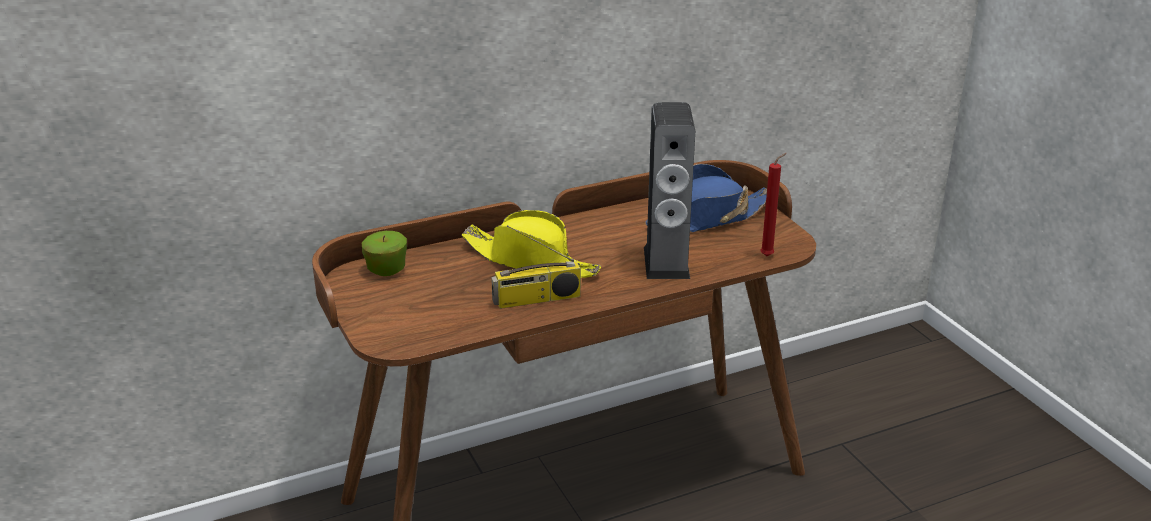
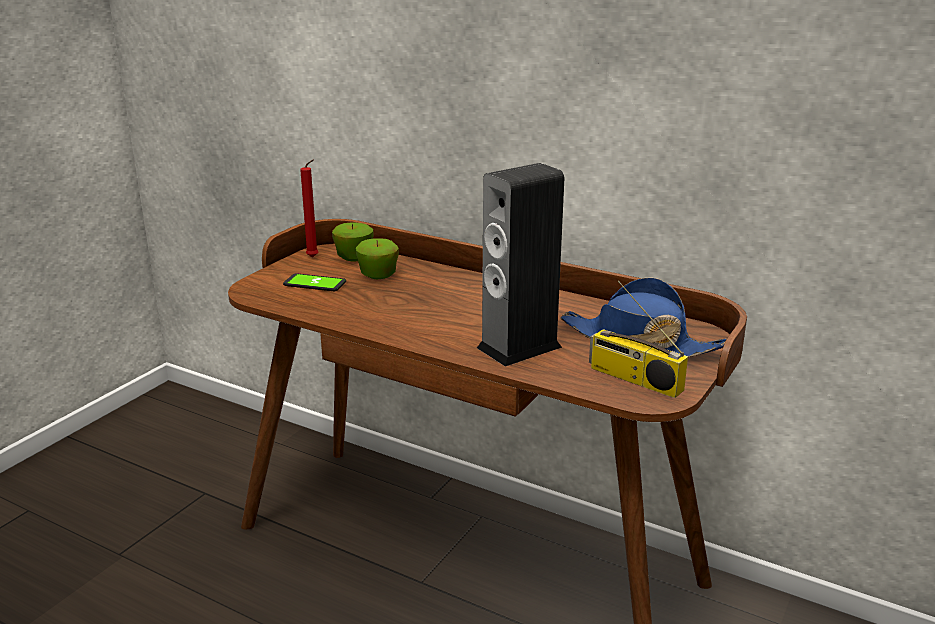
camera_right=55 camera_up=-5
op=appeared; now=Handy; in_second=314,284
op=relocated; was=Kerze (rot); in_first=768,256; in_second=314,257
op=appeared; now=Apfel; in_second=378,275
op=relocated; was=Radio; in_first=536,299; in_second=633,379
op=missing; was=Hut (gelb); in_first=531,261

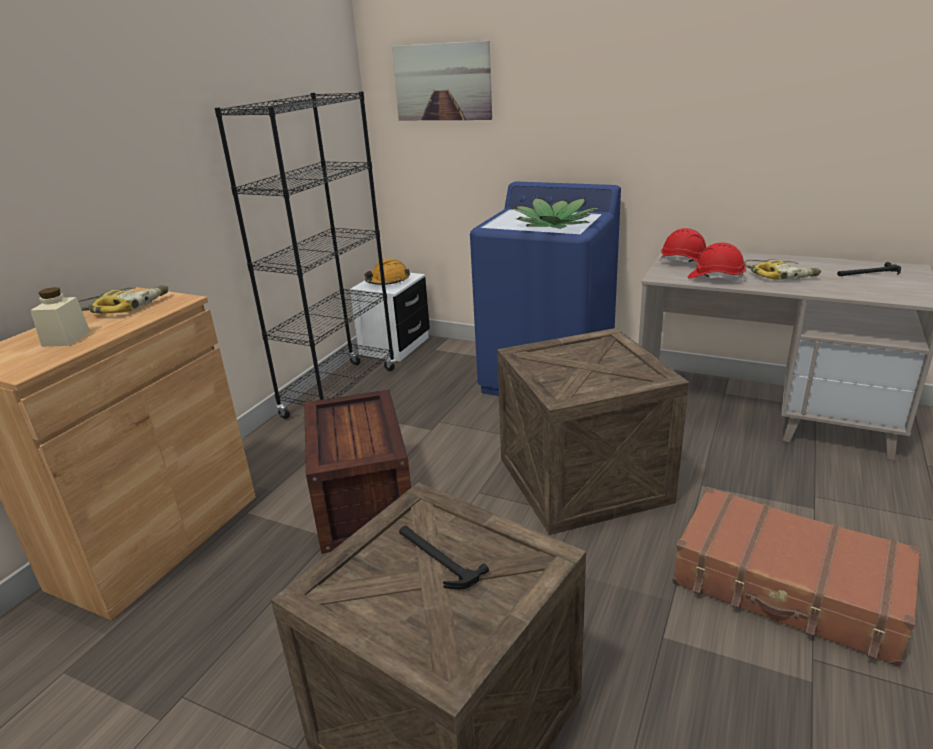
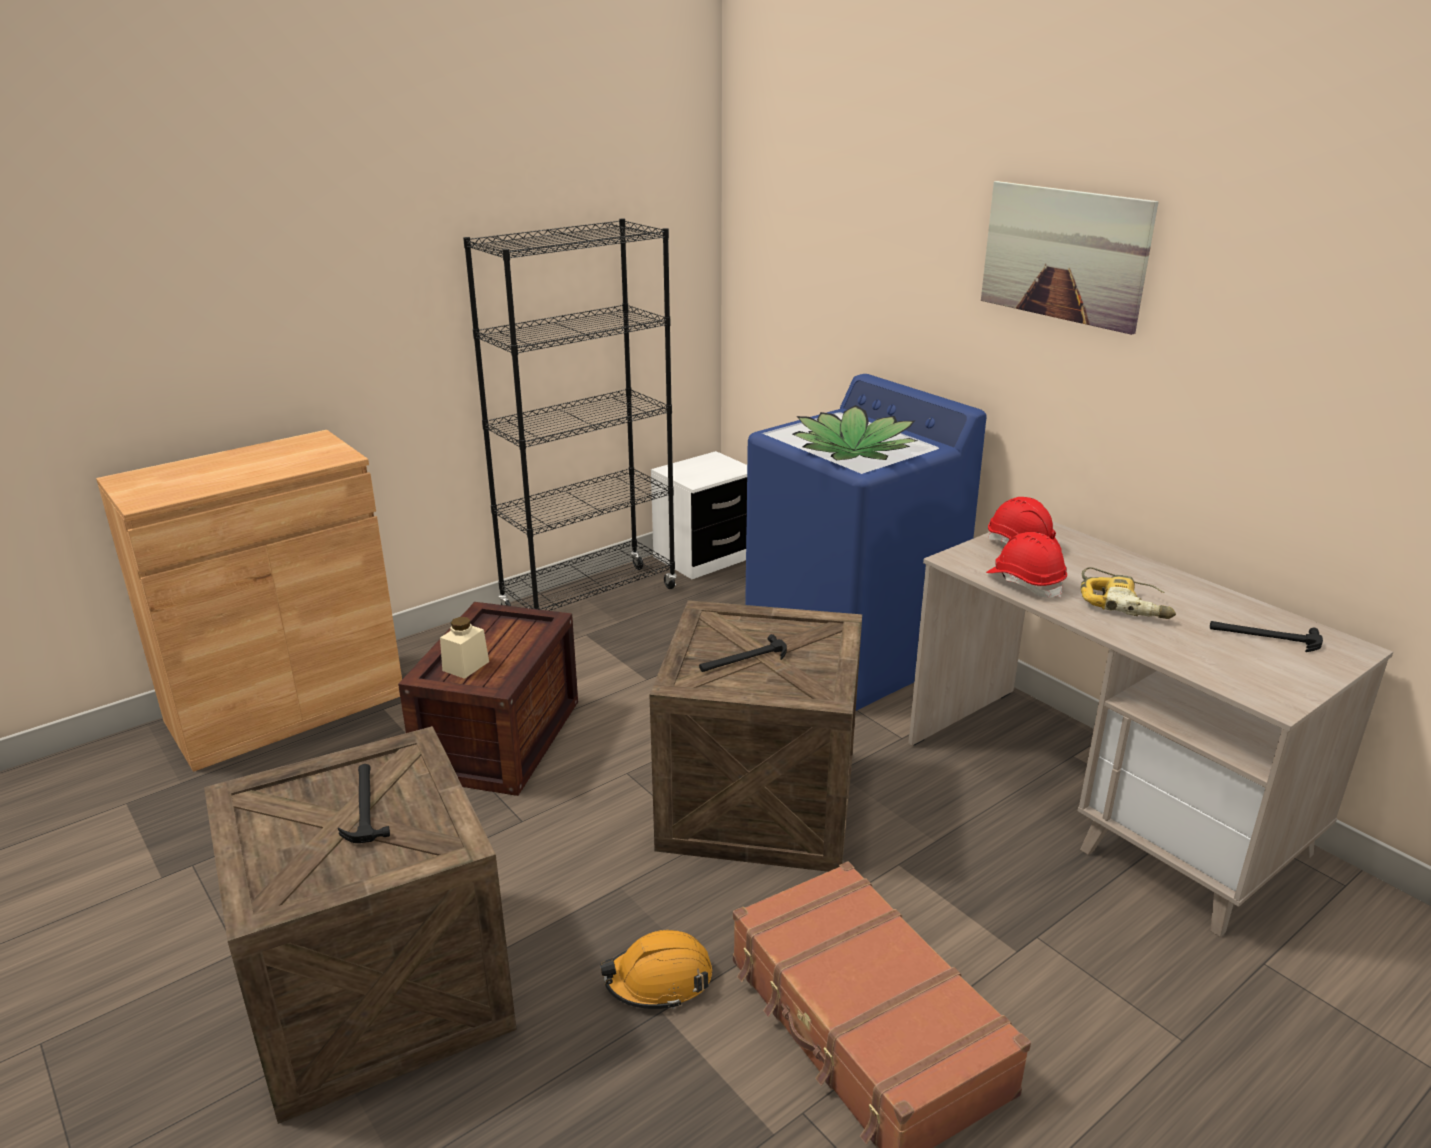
camera_right=25 camera_up=0
op=relocated; was=Vorratsglas (beige); in_first=66,338; in_second=466,666
op=relocated; was=Schutzhelm (orange); in_first=388,281; in_second=659,980
op=appeared; now=Hammer; in_second=743,659
op=relocated; was=Bild; in_first=442,82; in_second=1064,254
op=missing; was=Bohrmaschine; in_first=127,306

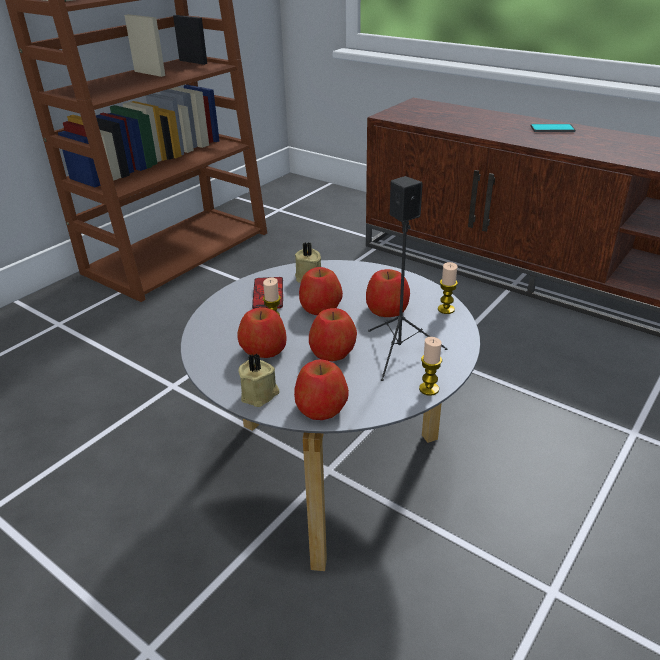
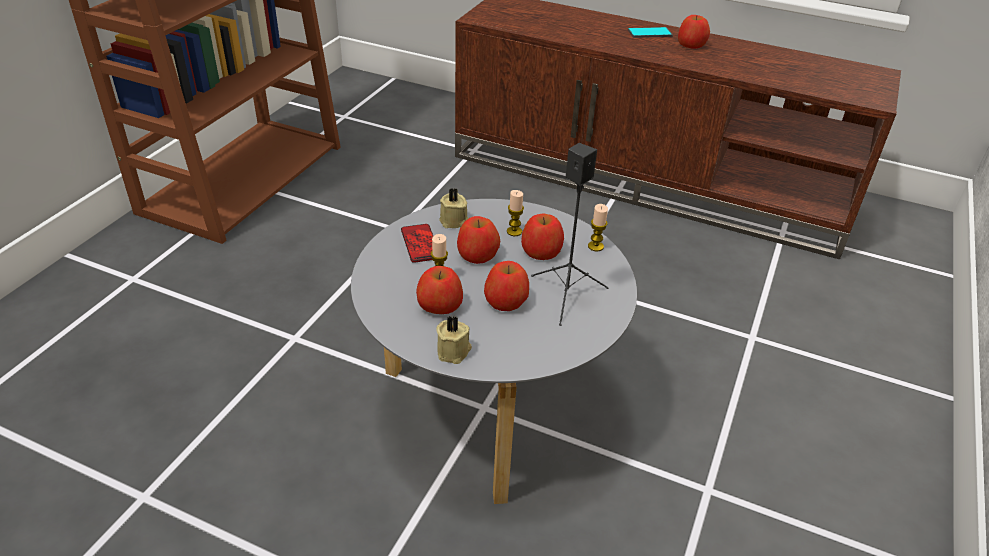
camera_right=-15 camera_up=5
op=relocated; was=Kerze; in_first=429,389; in_second=514,231
op=relocated; was=Apfel; in_first=321,407; in_second=691,44

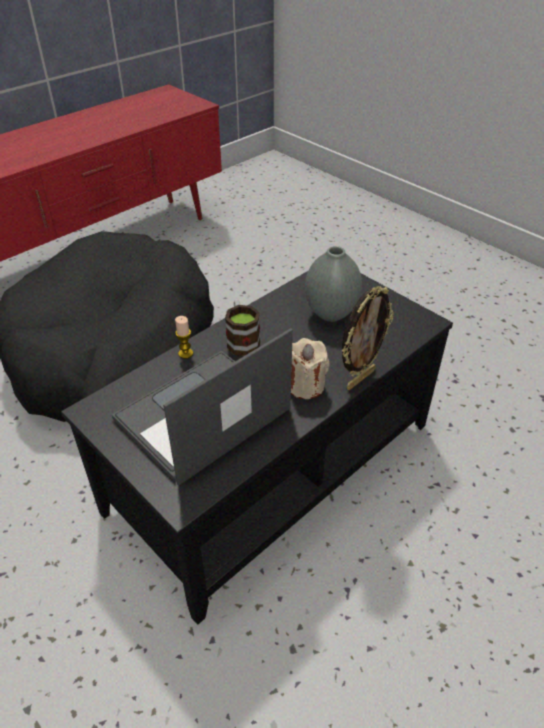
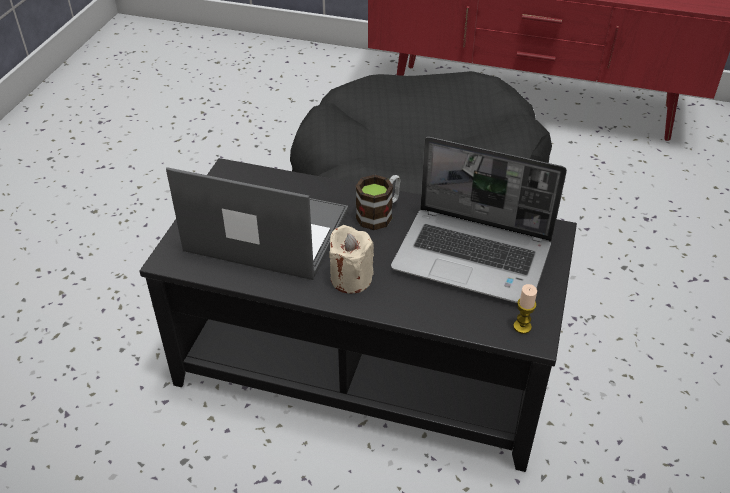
camera_right=60 camera_up=0
op=exchanged; was=Vase (grau); now=Laptop; in_first=330,314; in_second=474,257
op=relocated; was=Kerze; in_first=185,353; in_second=522,326
op=missing; was=Bilderrahmen; in_first=359,378

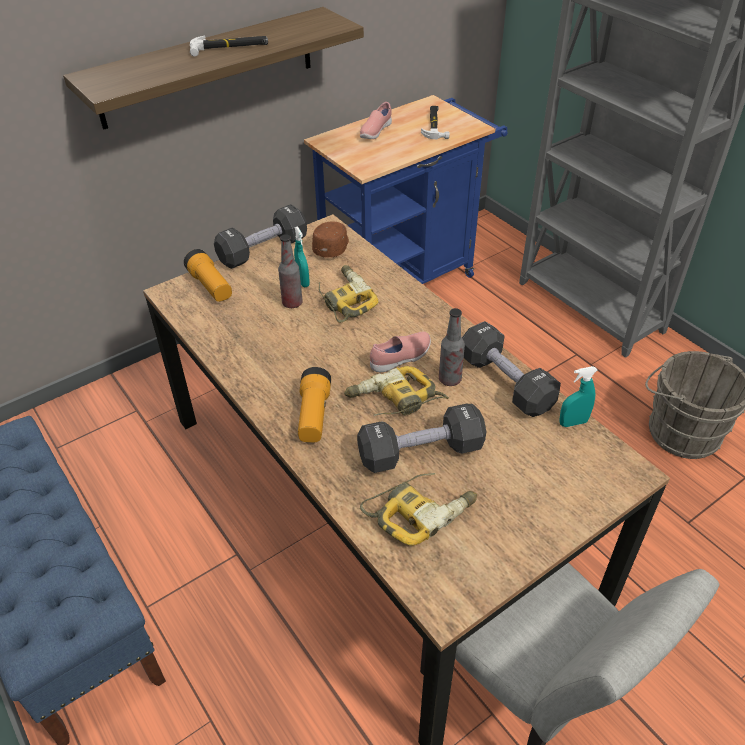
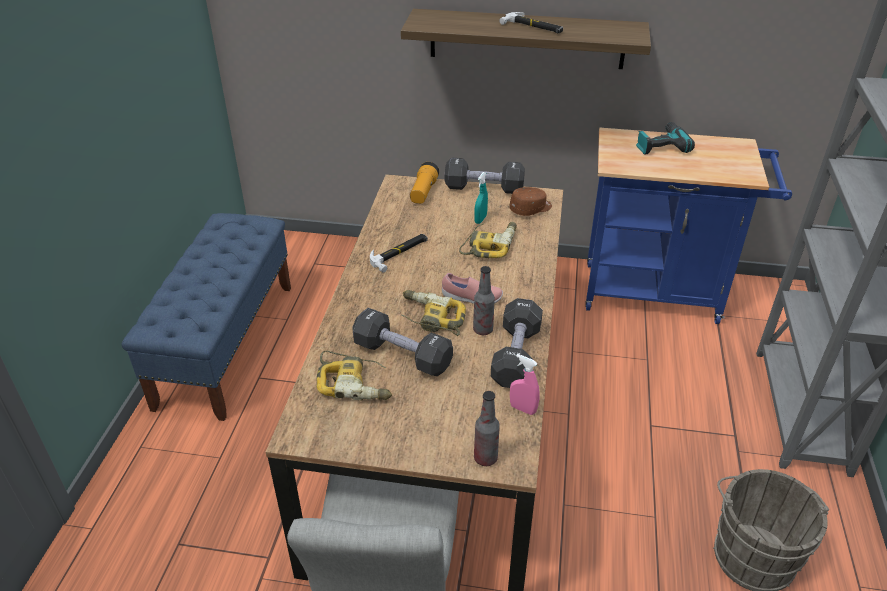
camera_right=45 camera_up=-5
op=relocated; was=Hammer; in_first=435,125; in_second=399,253
op=relocated; was=Flasche; in_first=292,303; in_second=485,458
op=colour; was=Sprühflasche (türkis); now=Sprühflasche (rosa); in_first=573,422; in_second=523,409
op=exchanged; was=Schuh (rosa); now=Bohrmaschine; in_first=375,132; in_second=660,145
op=missing; was=Taschenlampe; in_first=314,415

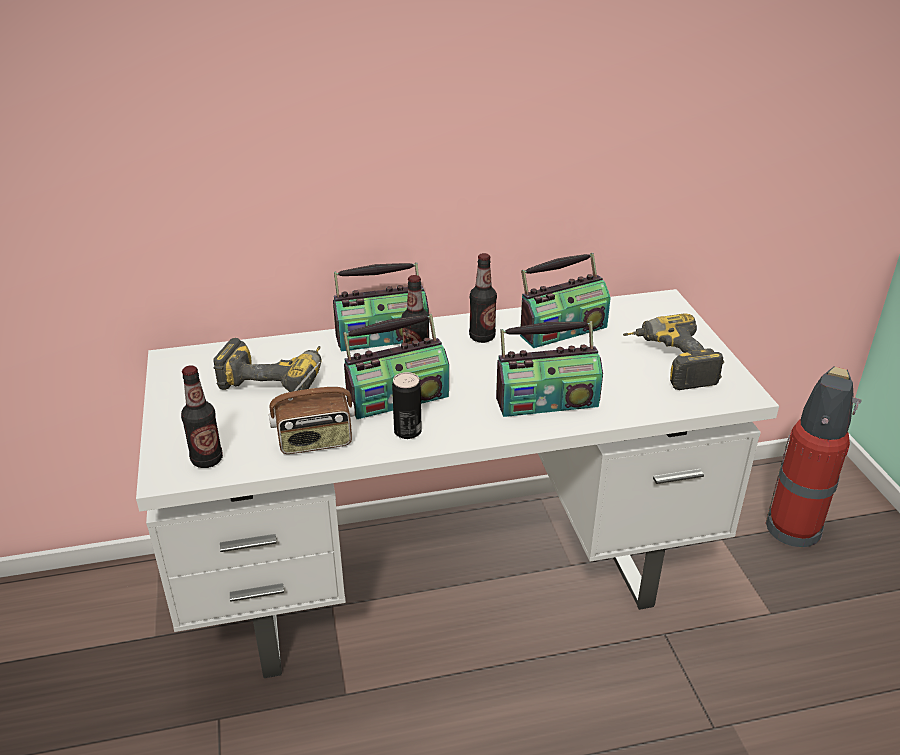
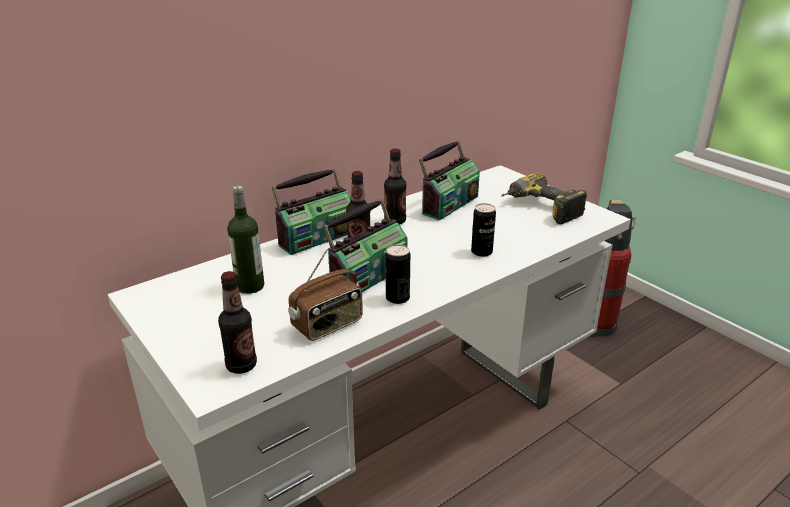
camera_right=-25 camera_up=-5
op=exchanged; was=Bohrmaschine; now=Flasche; in_first=276,377; in_second=250,286
op=exchanged; was=Radio; now=Dose; in_first=546,401; in_second=481,252

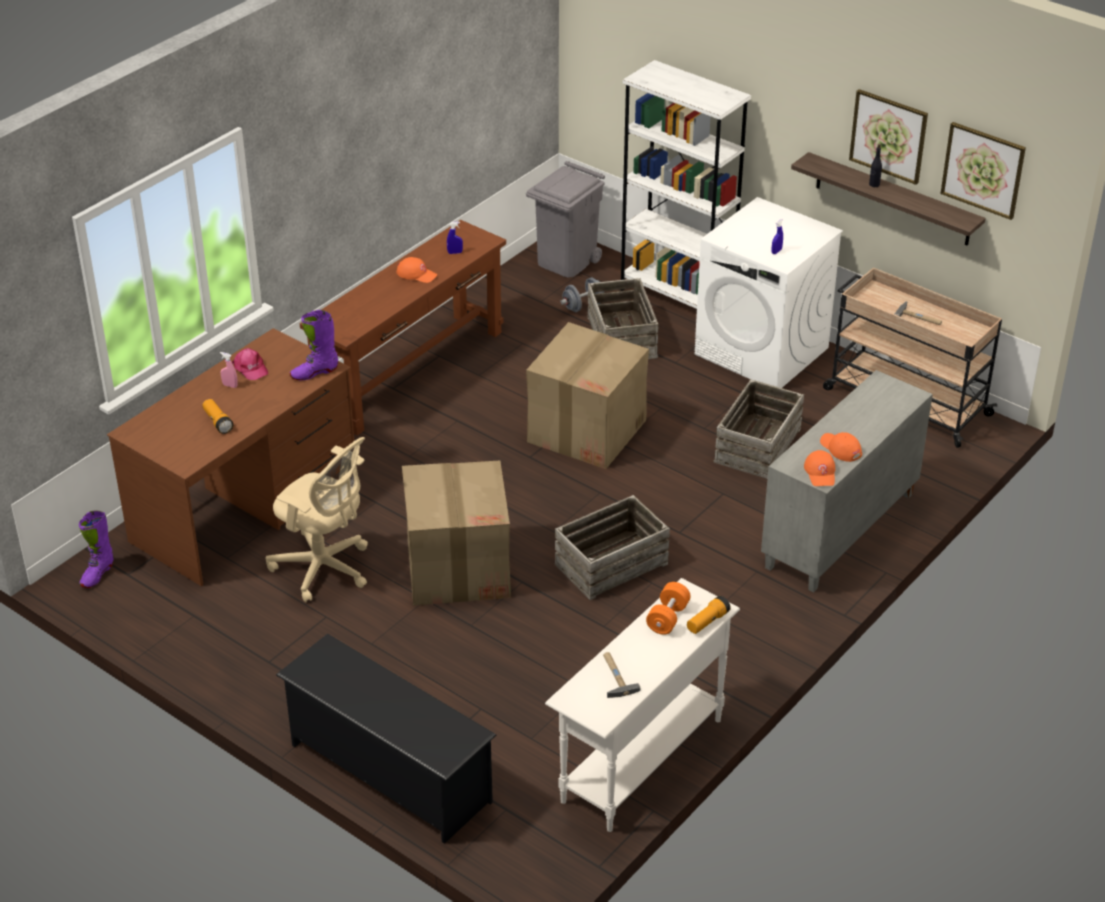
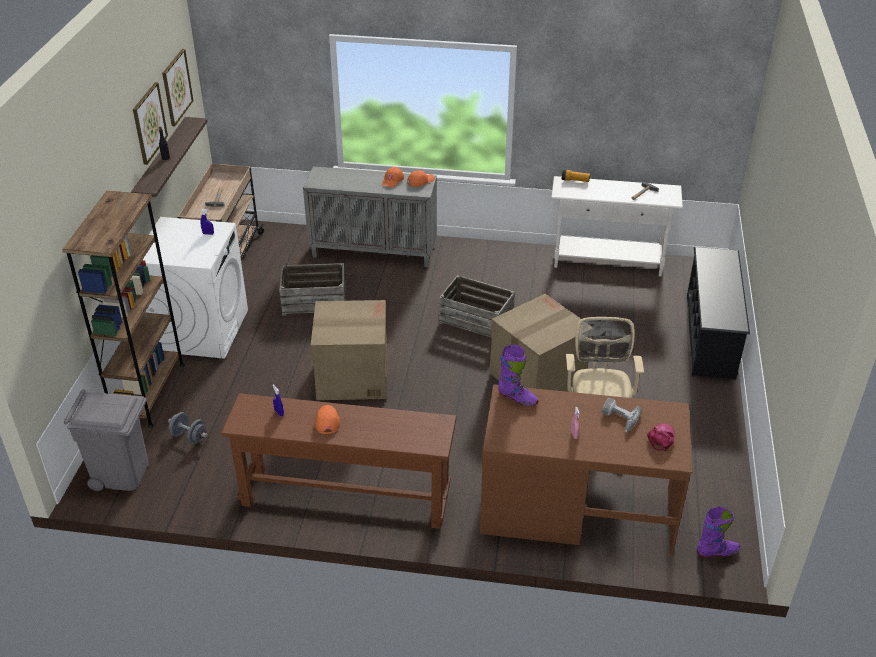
camera_right=-120 camera_up=0
op=colour; was=Bücherregal (weiß); now=Bücherregal (braun); in_first=676,297; in_second=149,392
op=exchanged; was=Taschenlampe; now=Bohrmaschine; in_first=217,422; in_second=618,419
op=relocated; was=Kappe (rosa); in_first=250,368; in_second=661,438
op=missing; was=Kiste; in_first=621,337
op=missing; was=Hantel (orange); in_first=667,618

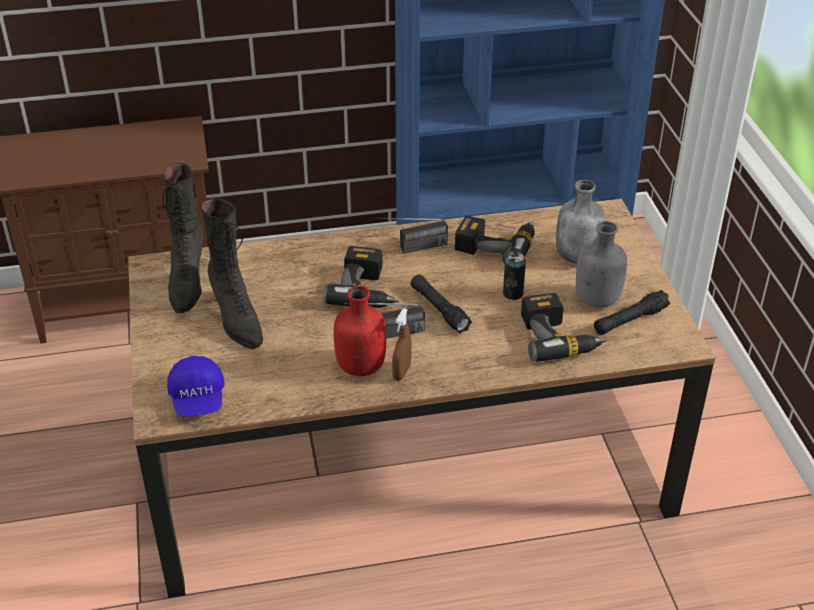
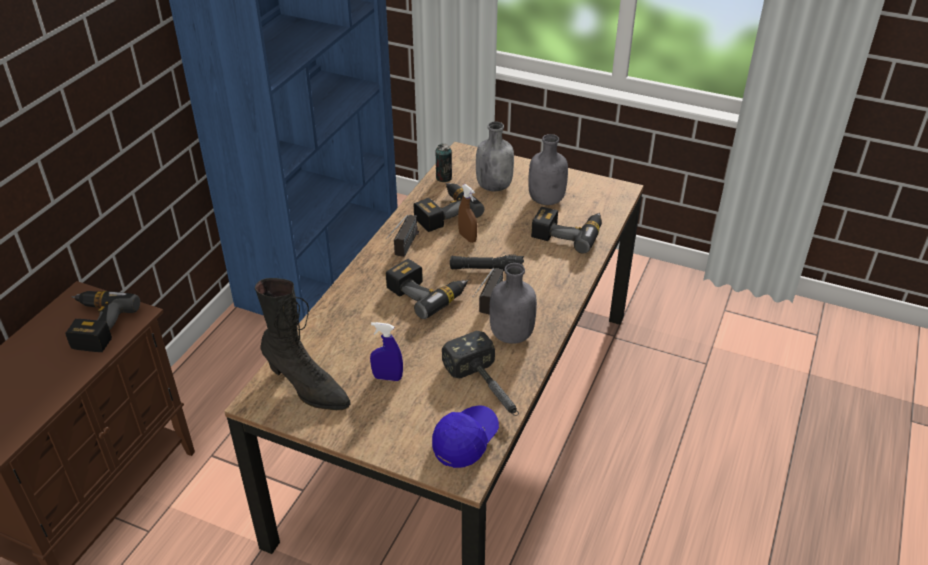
camera_right=-55 camera_up=0
op=appeared; now=Bohrmaschine; in_second=95,325
op=exchanged; was=Stiefel (schwarz); now=Sprühflasche (blau); in_first=236,319; in_second=387,377
op=spun; was=Kappe (blau); in_first=198,399; in_second=465,441; clockwise=-75
op=relocated; was=Dose; in_first=513,293; in_second=444,178
op=appeared; now=Hammer; in_second=488,389
op=relocated; was=Sprühflasche (braun); in_first=402,372; in_second=467,237
op=colour; was=Flasche (rot); now=Flasche (grau); in_first=360,366; in_second=510,335
op=missing; was=Taschenlampe (schwarz); in_first=630,320

